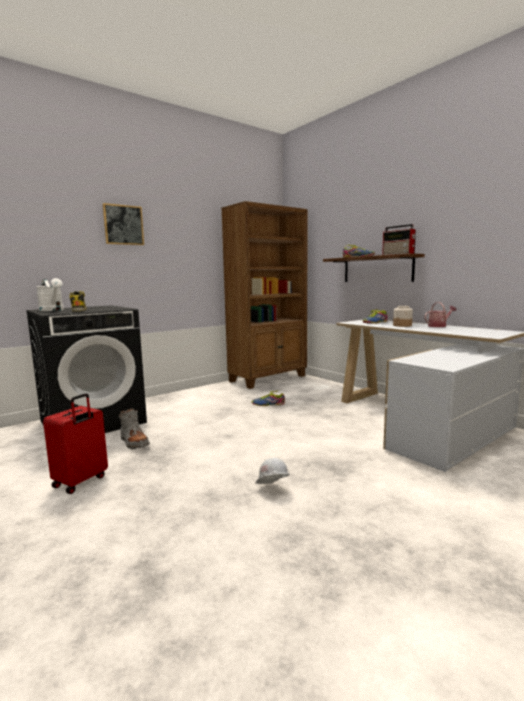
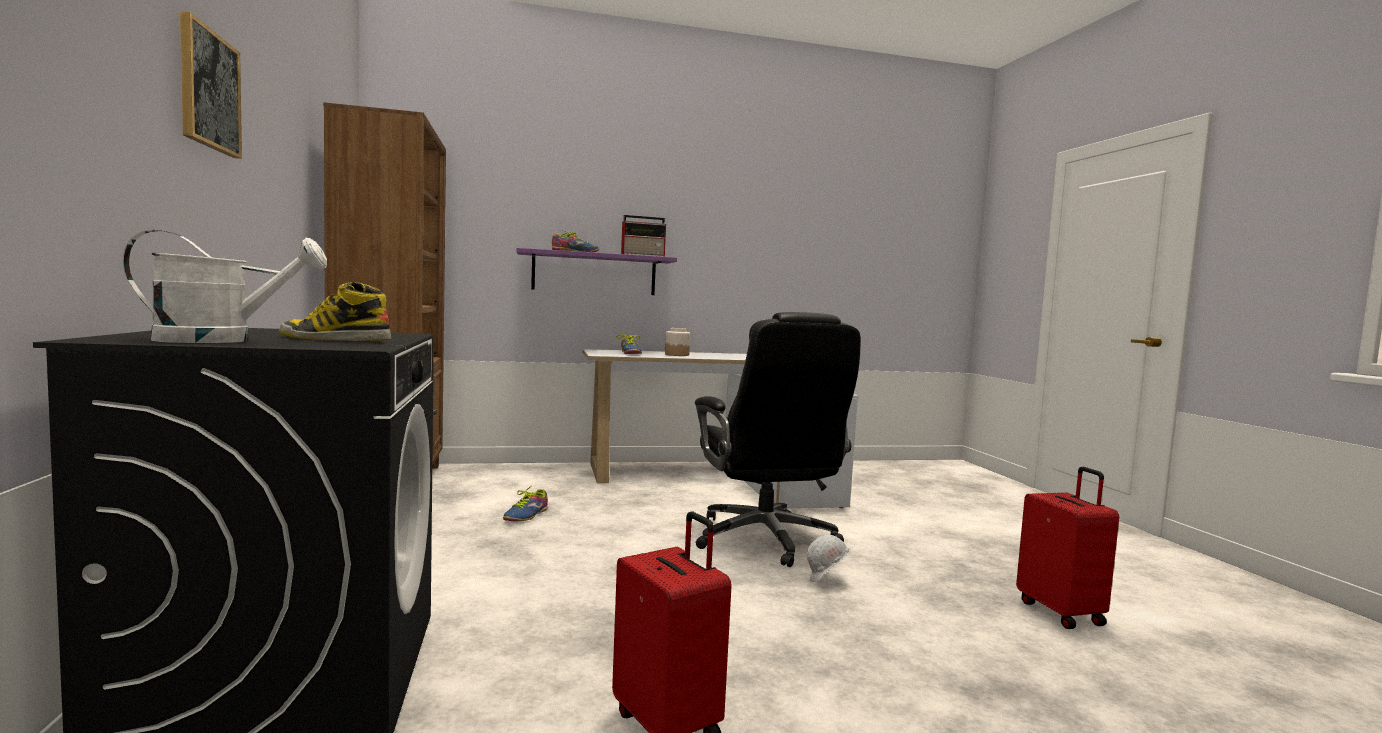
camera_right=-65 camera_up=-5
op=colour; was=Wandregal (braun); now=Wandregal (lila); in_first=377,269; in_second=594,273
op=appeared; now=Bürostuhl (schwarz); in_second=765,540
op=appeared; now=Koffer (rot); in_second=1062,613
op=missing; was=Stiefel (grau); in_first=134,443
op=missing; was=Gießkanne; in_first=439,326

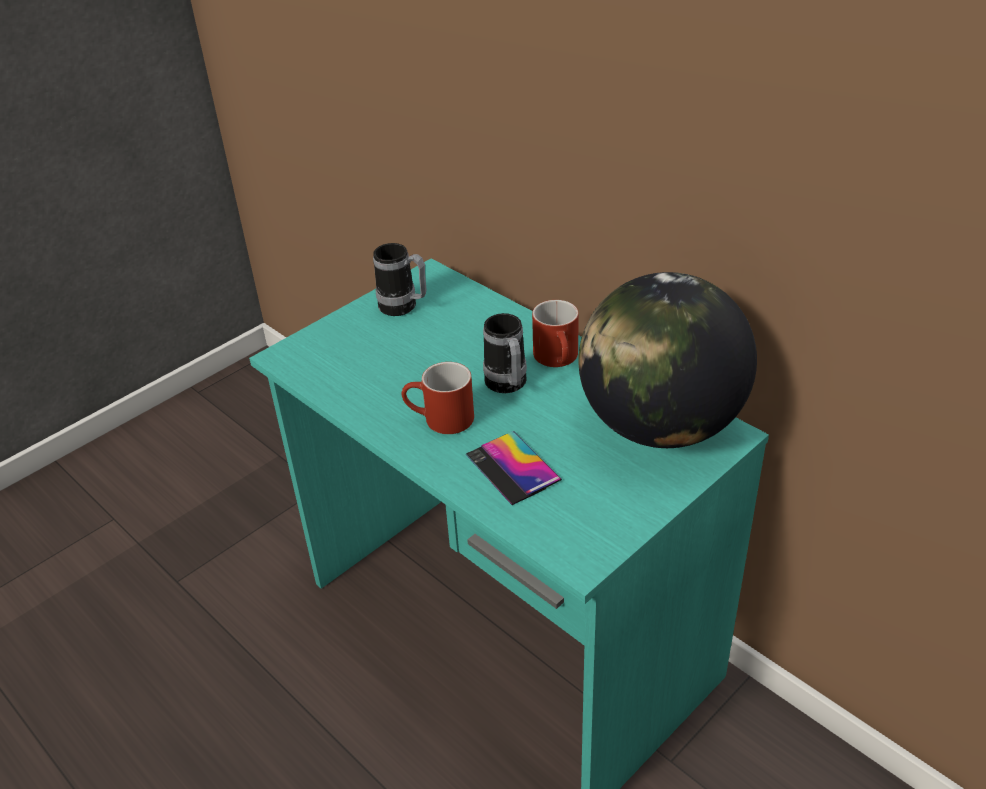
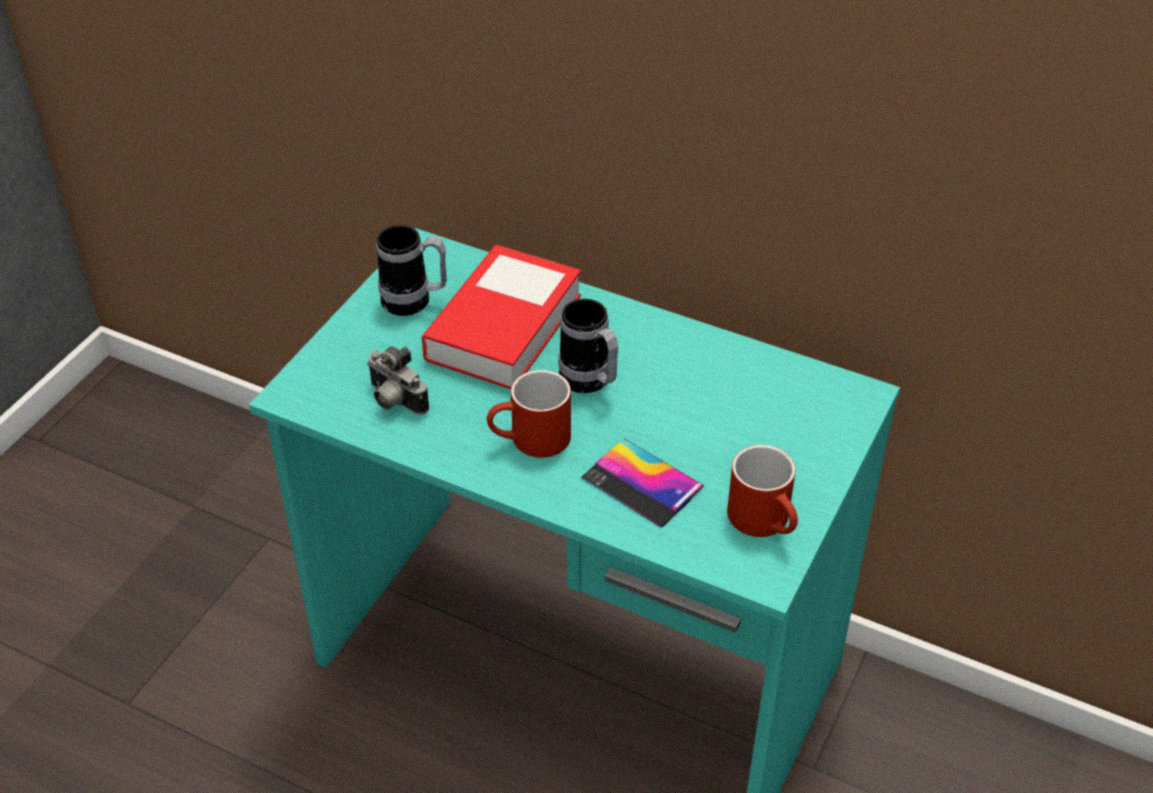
camera_right=-20 camera_up=5
op=appeared; now=Kamera; in_second=394,401
op=appeared; now=Buch; in_second=504,327
op=relocated; was=Henkelbecher (rot); in_first=559,359; in_second=767,522
op=missing; was=Globus; in_first=660,426

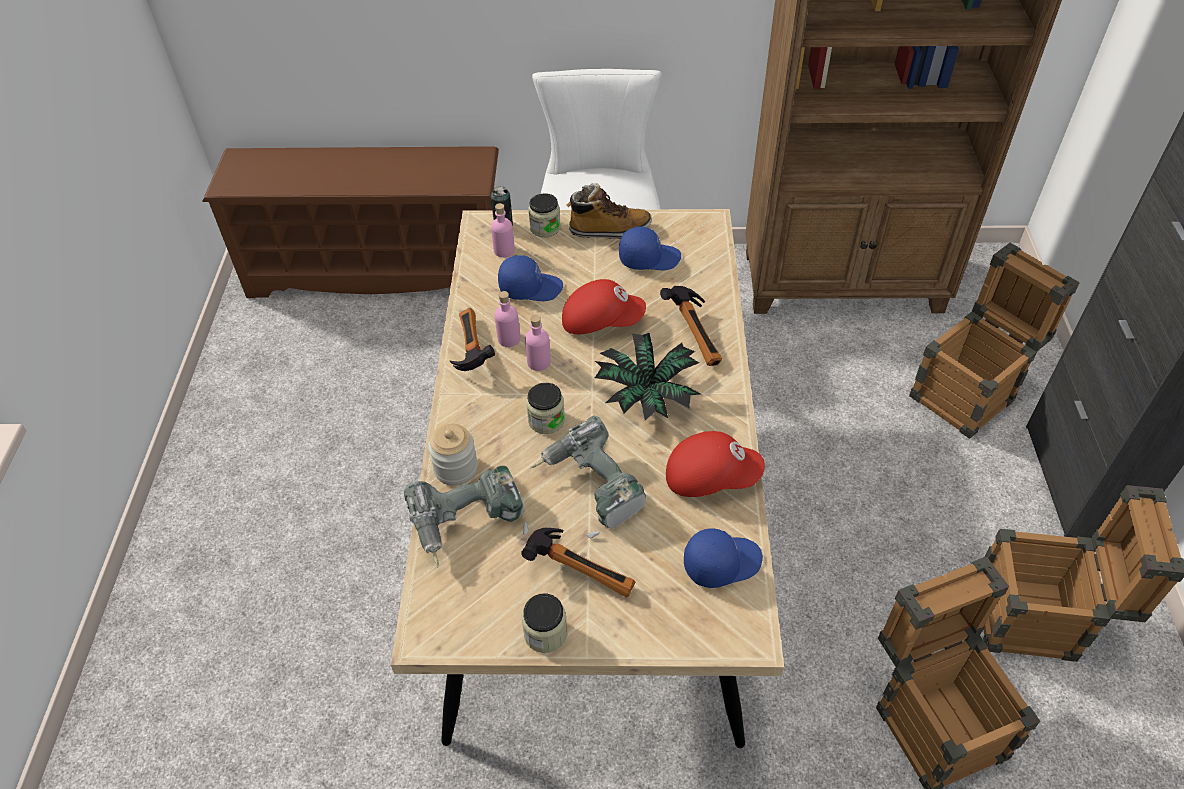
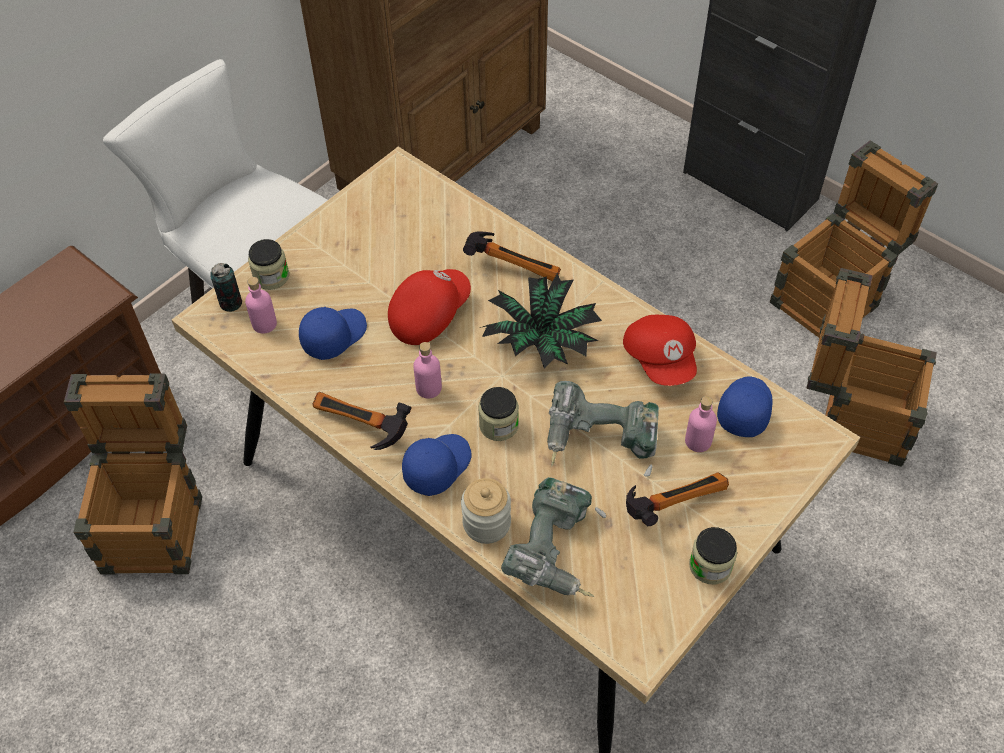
camera_right=-50 camera_up=5
op=relocated; was=Kiste; in_first=969,393; in_second=156,521
op=relocated; was=Kappe (blau); in_first=649,258; in_second=436,466
op=spun; was=Kappe (rot); in_first=710,476; in_second=661,359; clockwise=120
op=relocated; was=Flasche (rosa); in_first=509,339; in_second=698,441
op=missing; was=Stiefel; in_first=609,230

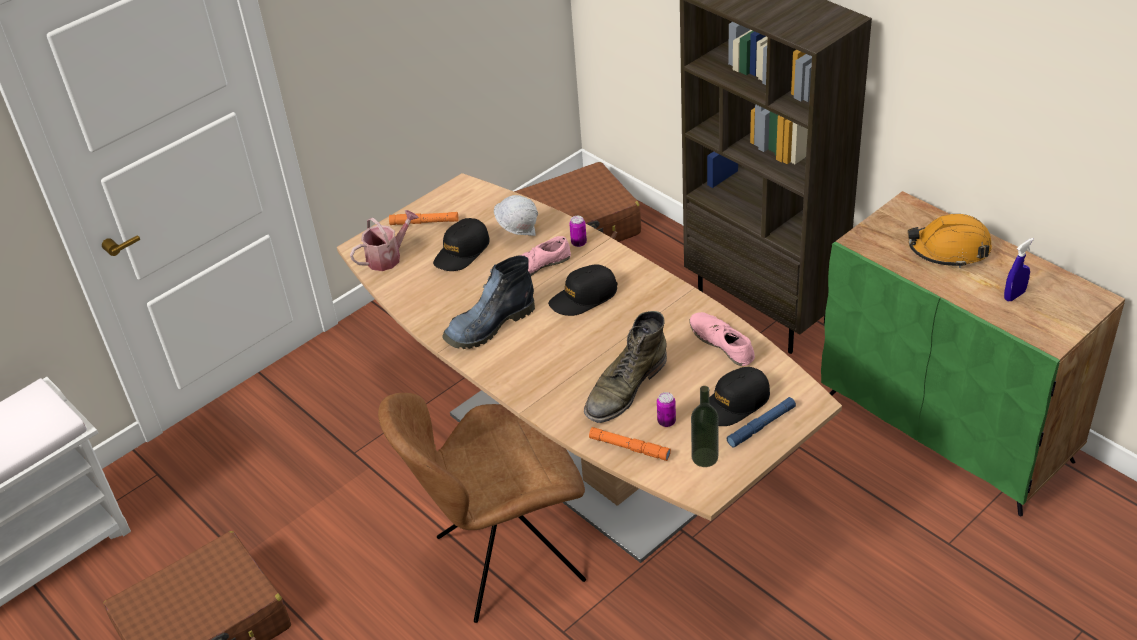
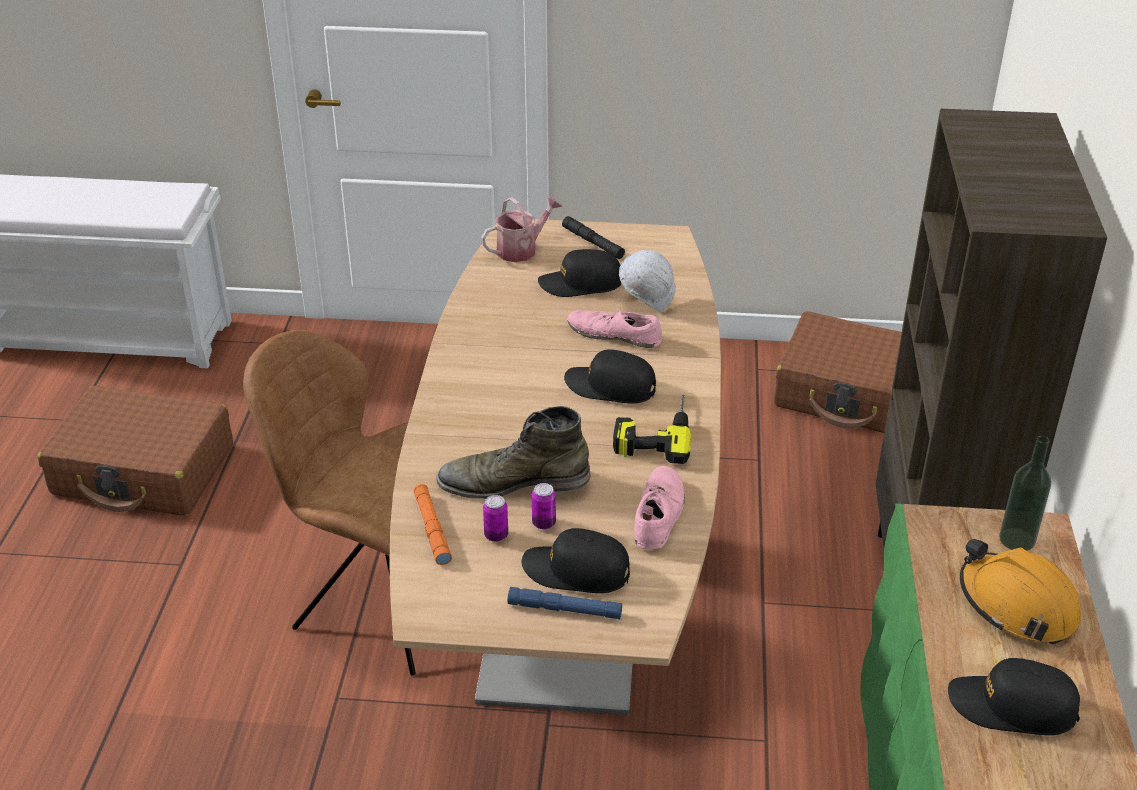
camera_right=45 camera_up=-5
op=spun; was=Gießkanne; in_first=388,257; in_second=521,249; clockwise=-45
op=relocated; was=Dose; in_first=579,243; in_second=544,523
op=colour; was=Taschenlampe (orange); now=Taschenlampe (schwarz); in_first=424,222; in_second=593,242
op=appeared; now=Bohrmaschine; in_second=653,432
op=exchanged; was=Sprühflasche (blau); now=Kappe (schwarz); in_first=1014,295; in_second=1012,706
op=relocated; was=Flasche; in_first=704,457; in_second=1017,539
op=missing; was=Stiefel; in_first=489,326

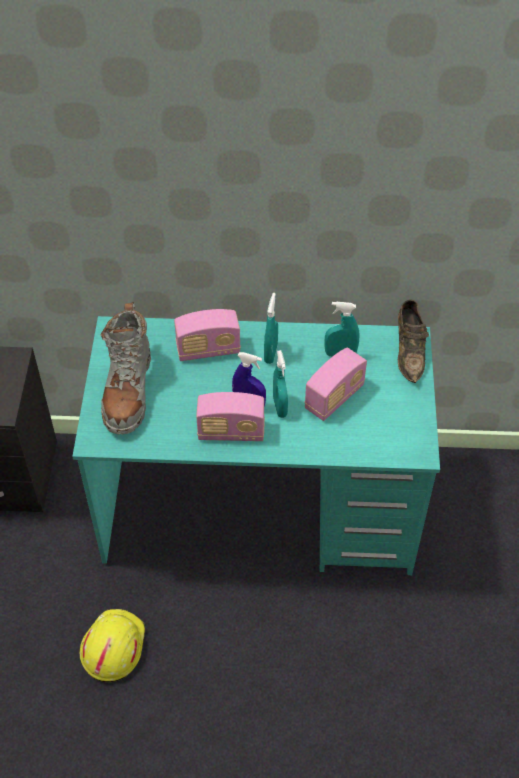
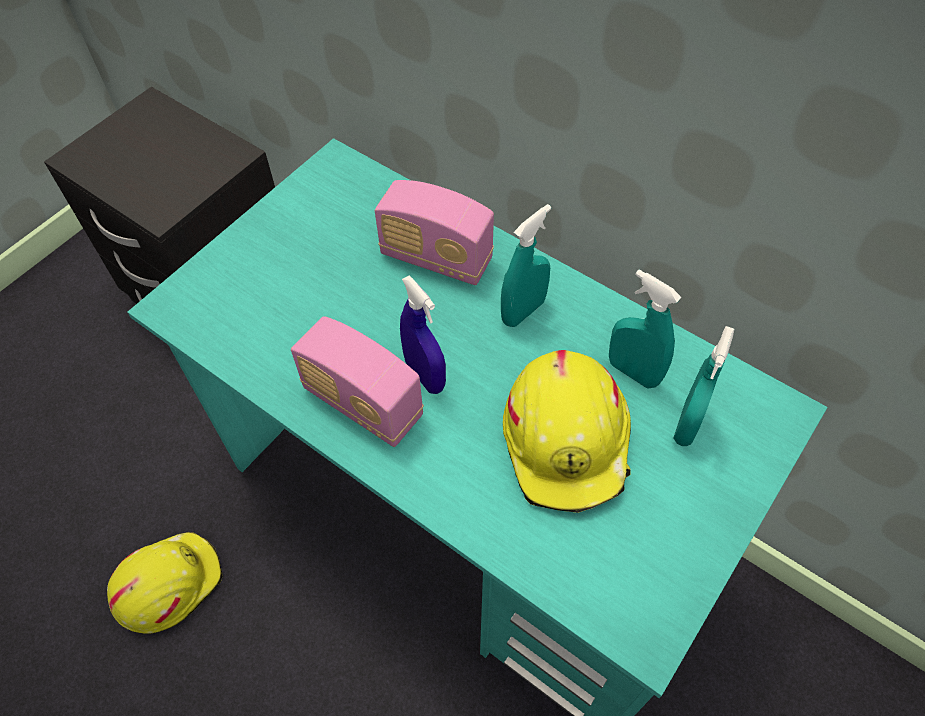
camera_right=35 camera_up=5
op=exchanged; was=Radio; now=Schutzhelm (gelb); in_first=334,397; in_second=568,440
op=relocated; was=Sprühflasche (türkis); in_first=280,407; in_second=687,424
op=missing; was=Stiefel (grau); in_first=128,391
op=missing; was=Schuh (braun); in_first=409,352

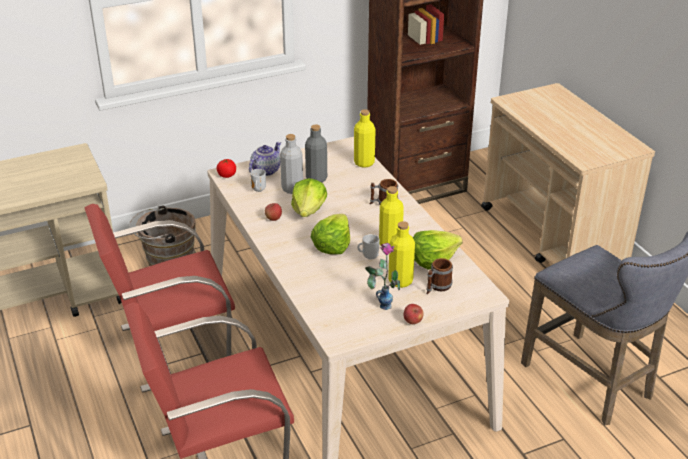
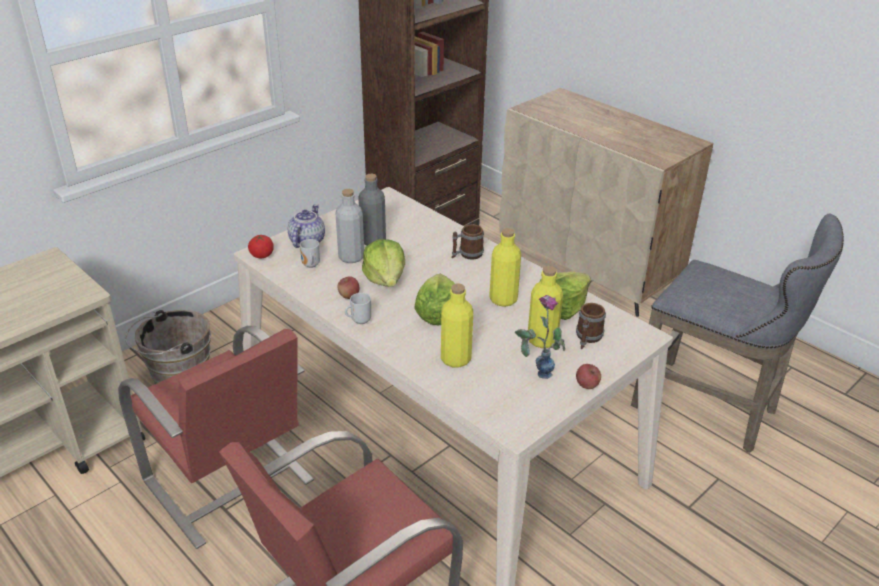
camera_right=-20 camera_up=0
op=spun; was=Stuhl (rot); in_first=172,347; in_second=229,483; clockwise=-90
op=relocated; was=Henkelbecher; in_first=369,256; in_second=359,320
op=relocated; was=Flasche (gelb); in_first=364,163; in_second=455,359
op=exchanged; was=Rollwagen (beige); now=Schrank (beige); in_first=553,238; in_second=589,266

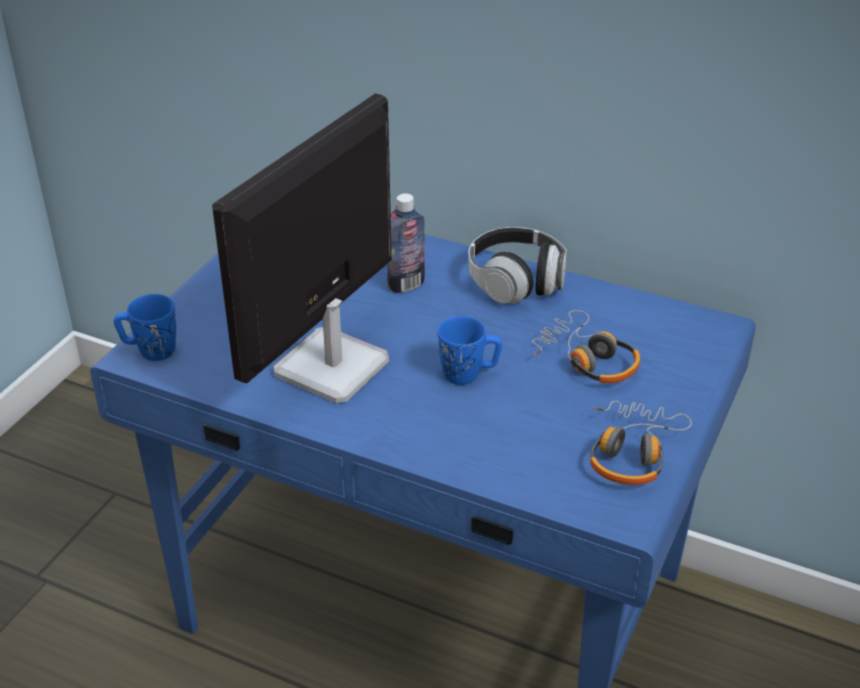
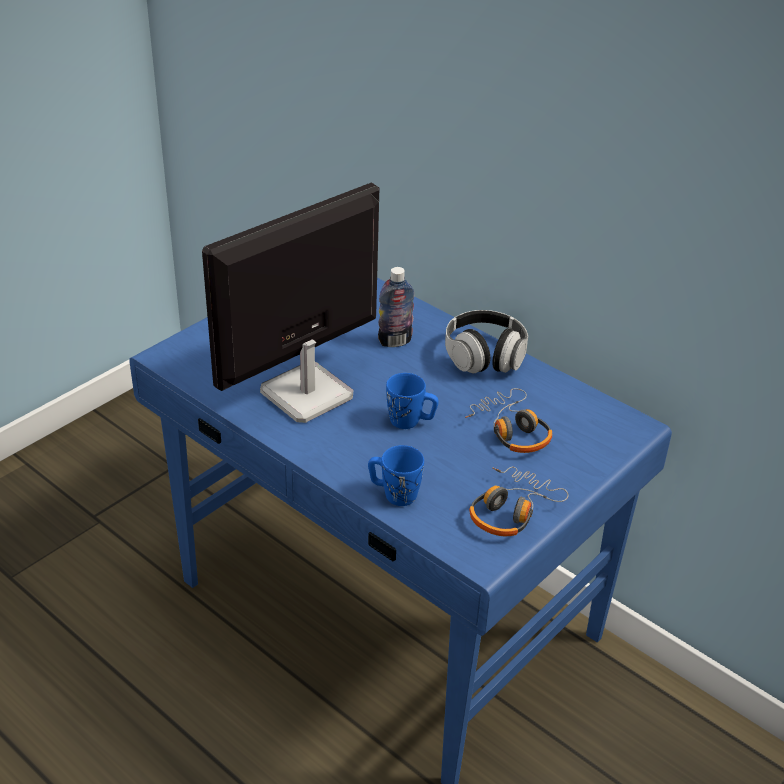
camera_right=15 camera_up=0
op=relocated; was=Henkelbecher (blau); in_first=150,350; in_second=394,494

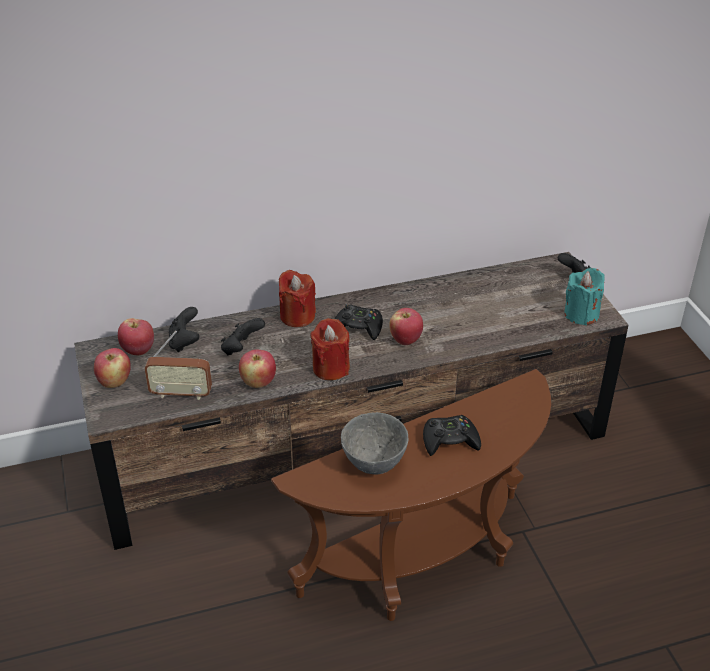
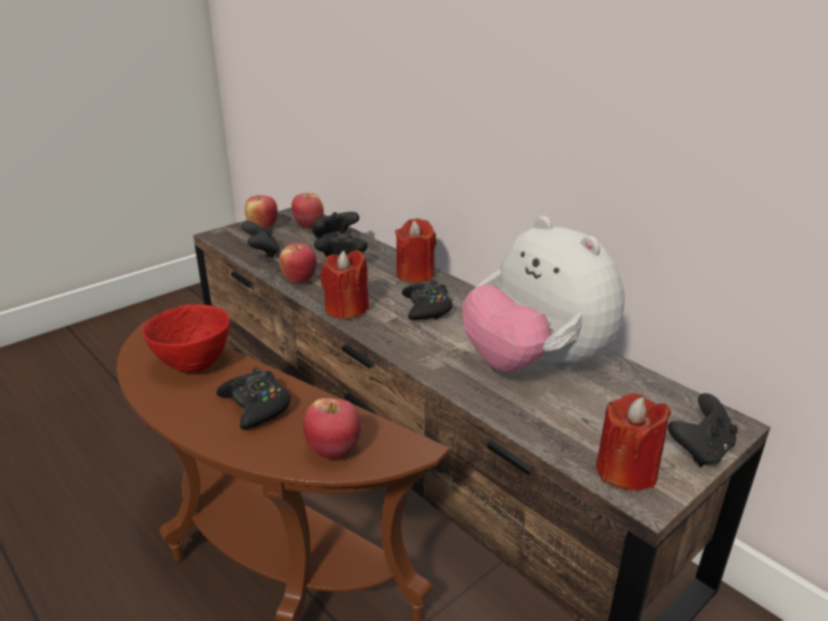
camera_right=65 camera_up=-10
op=colour; was=Schüssel (grau); now=Schüssel (rot); in_first=375,464; in_second=194,365
op=exchanged; was=Radio; now=Gamepad (schwarz); in_first=181,394; in_second=262,253
op=relocated; was=Apfel; in_first=405,340; in_second=334,451
op=appeared; now=Plüschtier; in_second=536,364
op=colour; was=Kerze (türkis); now=Kerze (rot); in_first=581,314; in_second=626,470

